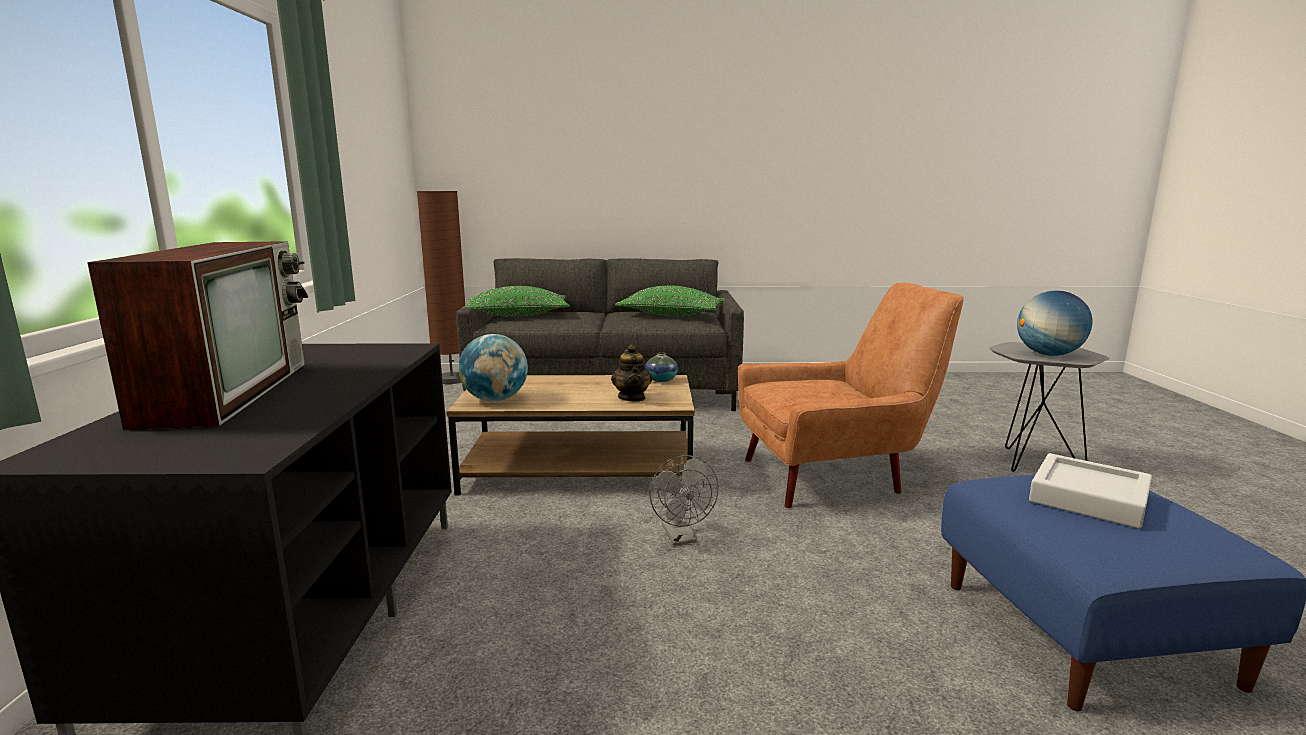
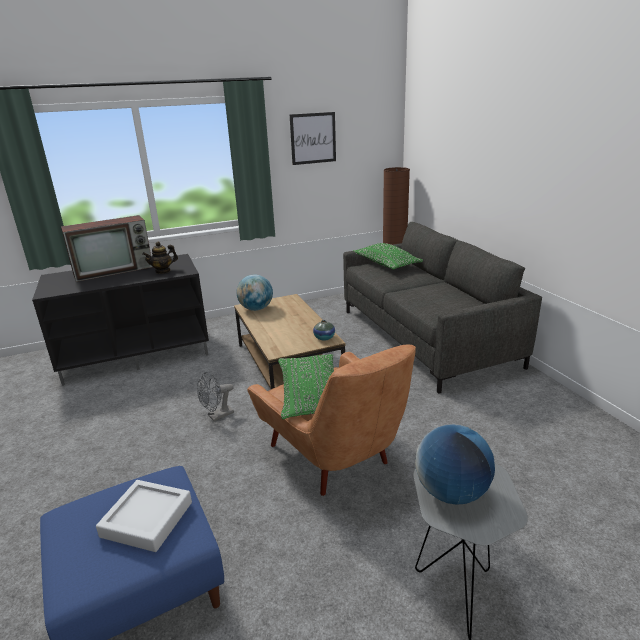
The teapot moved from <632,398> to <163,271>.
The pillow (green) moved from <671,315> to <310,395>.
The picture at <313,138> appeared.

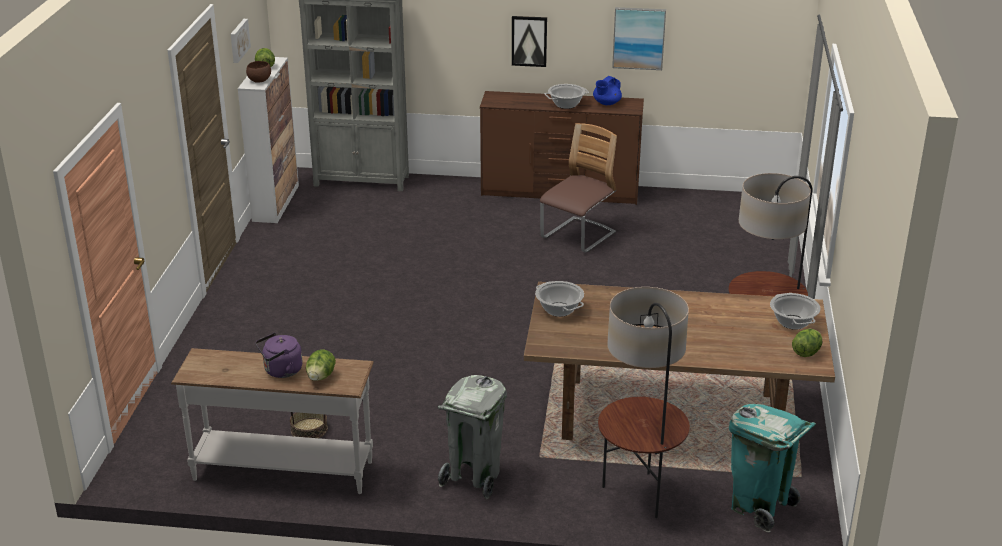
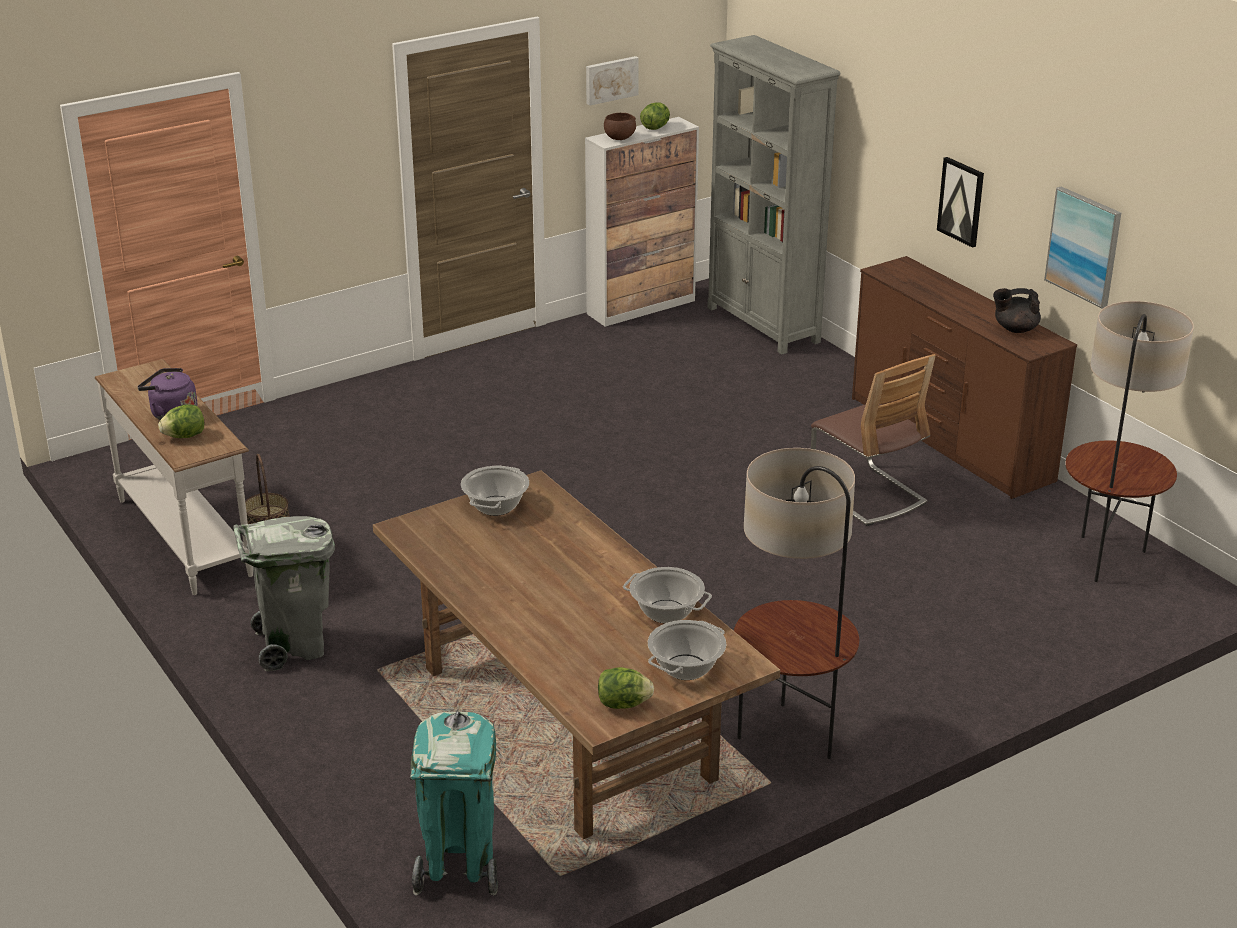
The chair at <578,236> turned 60 degrees clockwise.
The cooking pot moved from <566,104> to <667,612>.
The teapot (blue) at <606,103> became the teapot (black) at <1014,329>.
The floor lamp moved from <638,496> to <1105,560>.

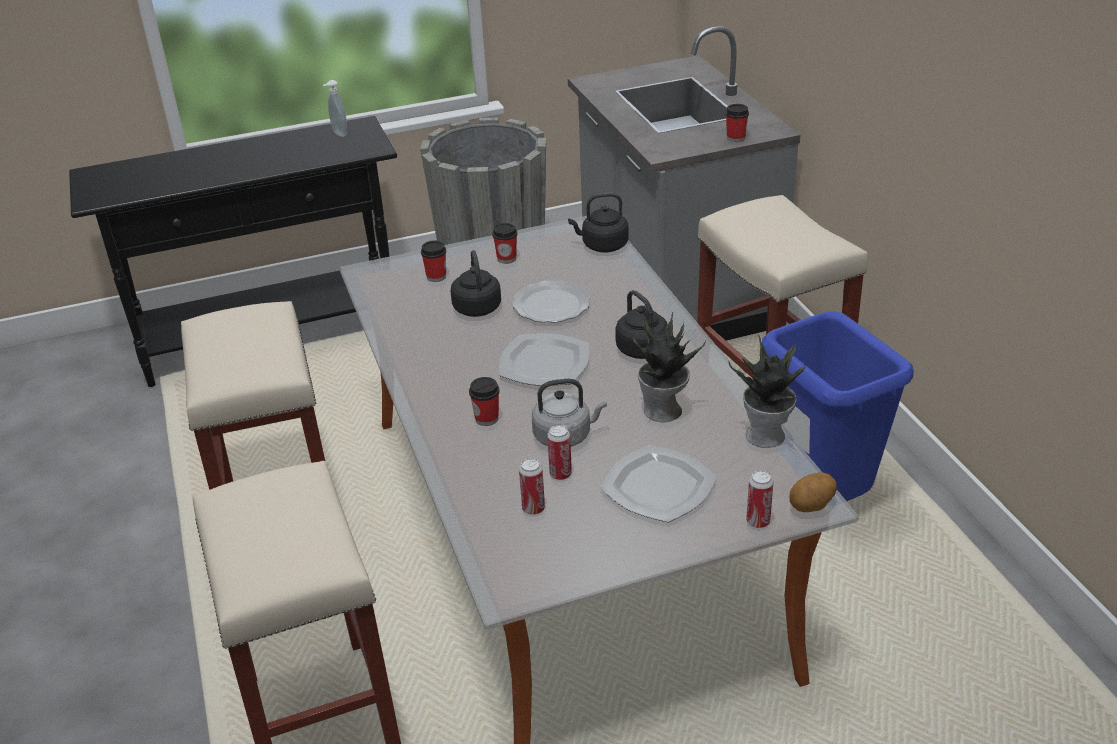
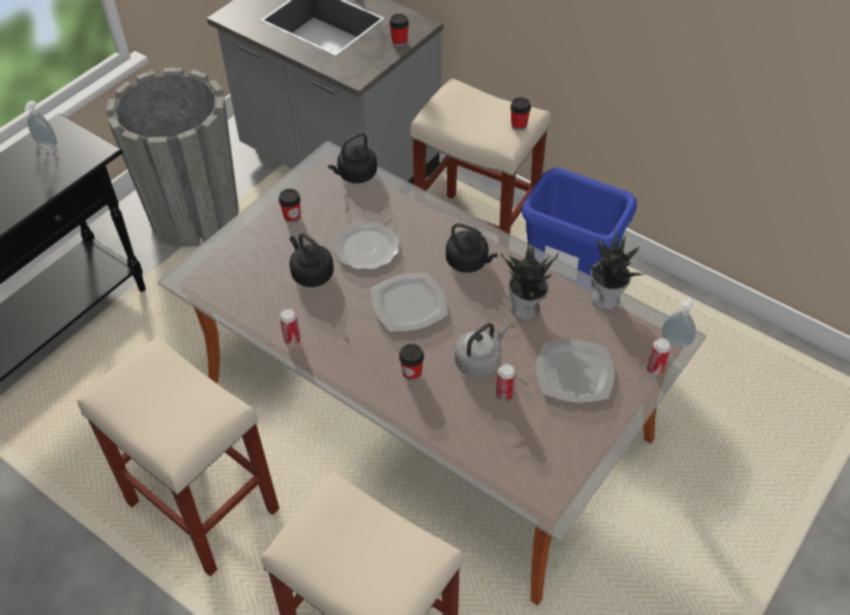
The cup moved from <436,277> to <519,125>.
The can moved from <533,508> to <292,340>.
The potato at <812,506> was replaced by the soap dispenser at <675,341>.

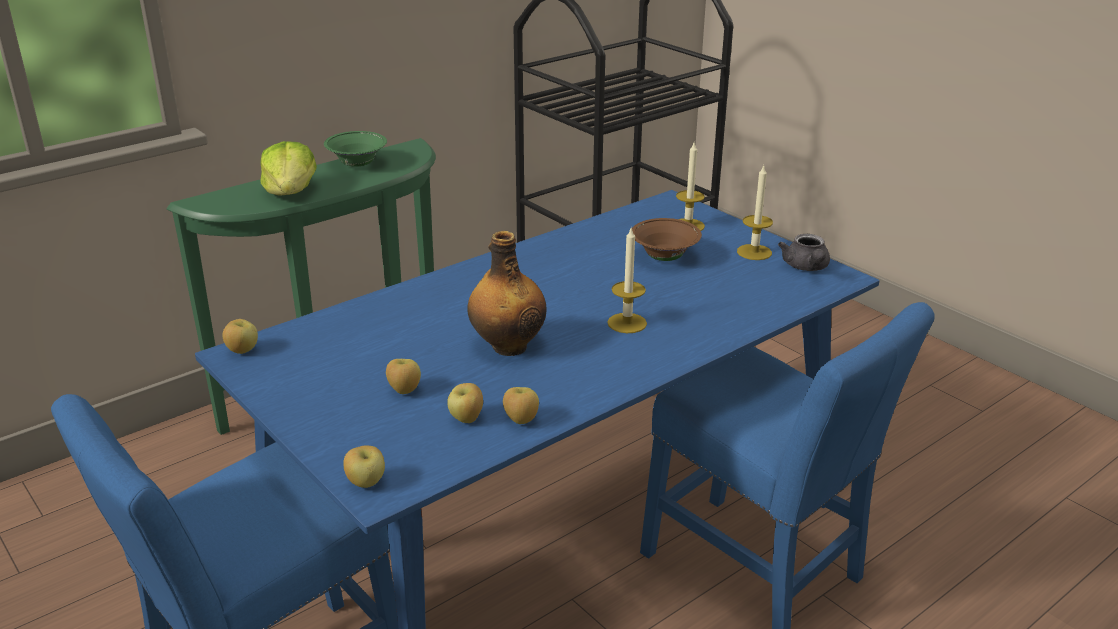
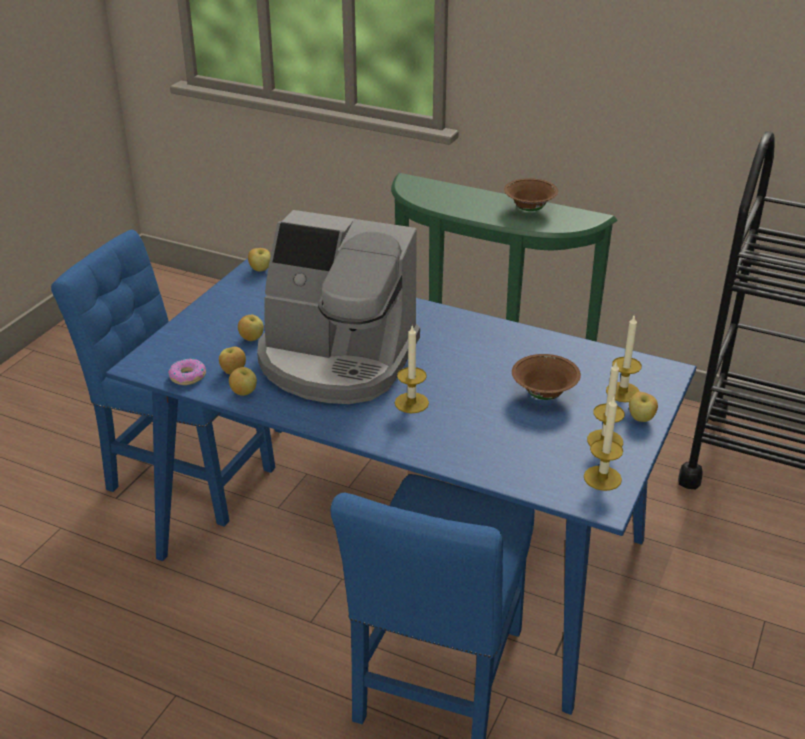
The lettuce at <291,192> disappeared.
The bowl (green) at <357,164> became the bowl (brown) at <529,208>.
The apple moved from <366,483> to <641,419>.
The bottle at <508,346> was replaced by the coffee machine at <336,360>.
The teapot (grey) at <806,267> was replaced by the candle at <602,478>.
The donut at <188,377> appeared.

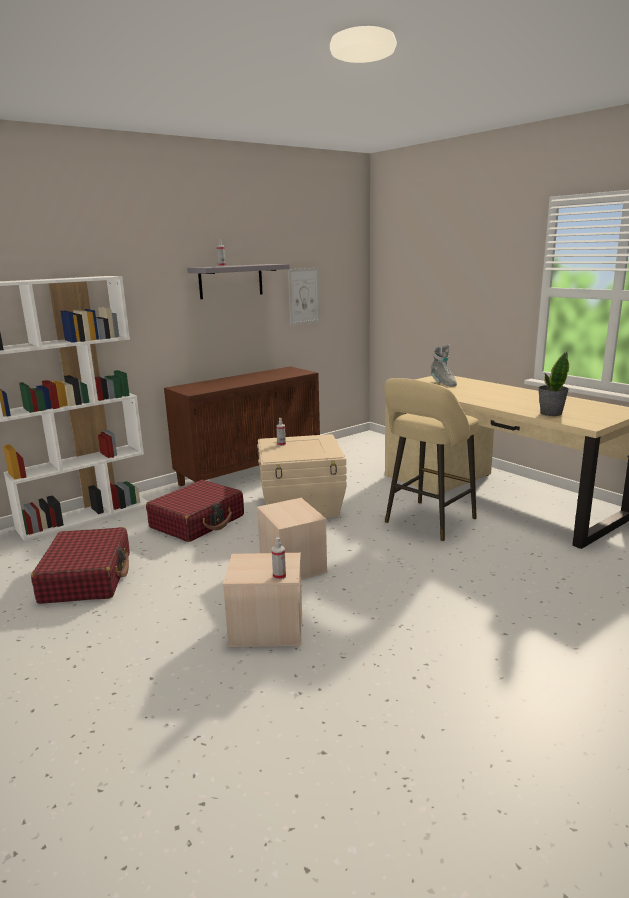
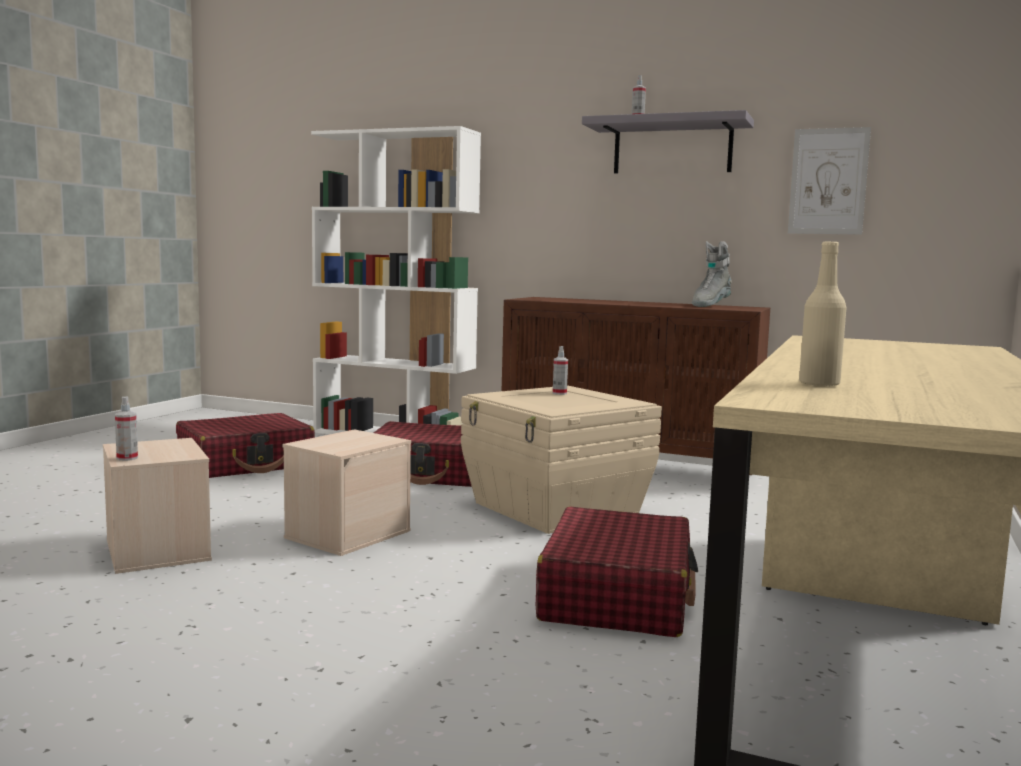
The stool (beige) at <427,522> was replaced by the suitcase (red) at <617,596>.
The boot (grey) moved from <443,383> to <709,306>.
The potted plant at <550,413> was replaced by the bottle (beige) at <819,384>.

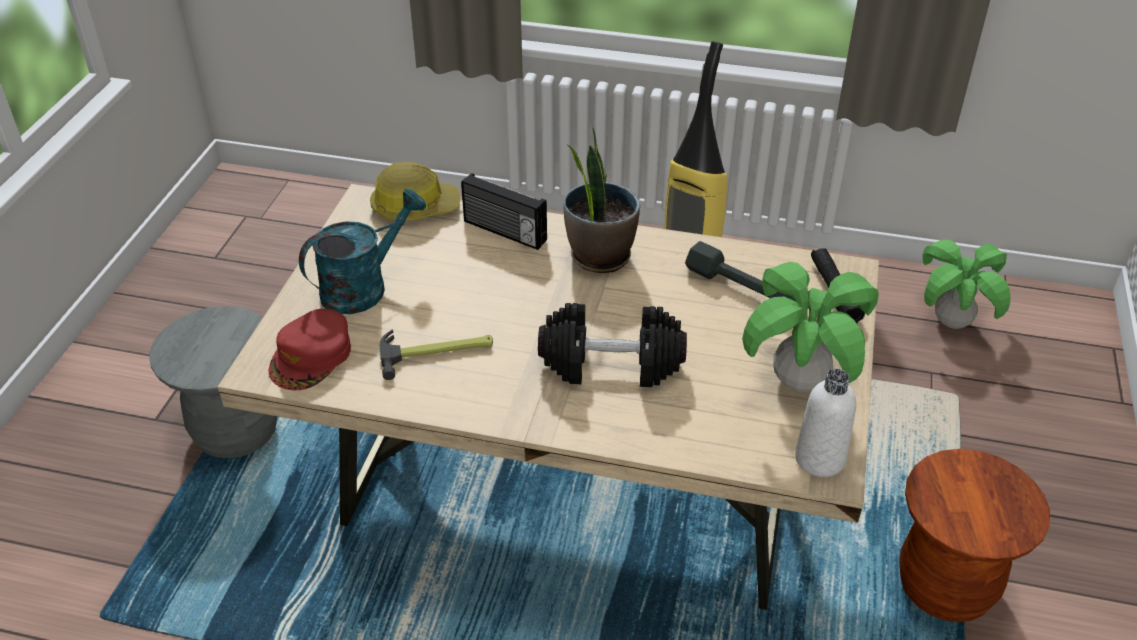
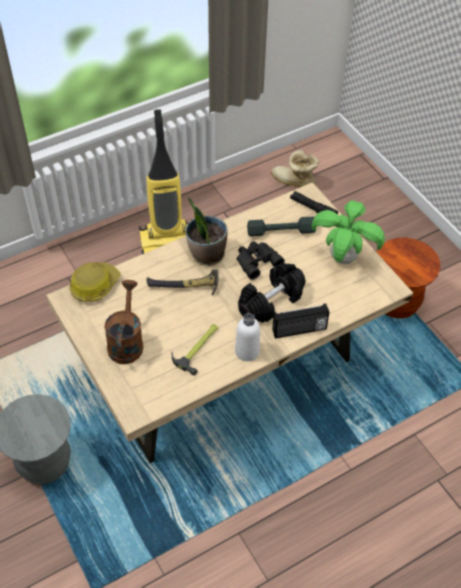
The cap (red) at <311,357> disappeared.
The watering can (turquoise) at <364,287> became the watering can (brown) at <126,341>.
The radio moved from <504,232> to <299,330>.
The bottle (white) moved from <819,459> to <247,351>.
The potted plant at <952,322> was replaced by the boot at <293,182>.
The hammer at <185,288> appeared.
The binoculars (black) at <256,261> appeared.

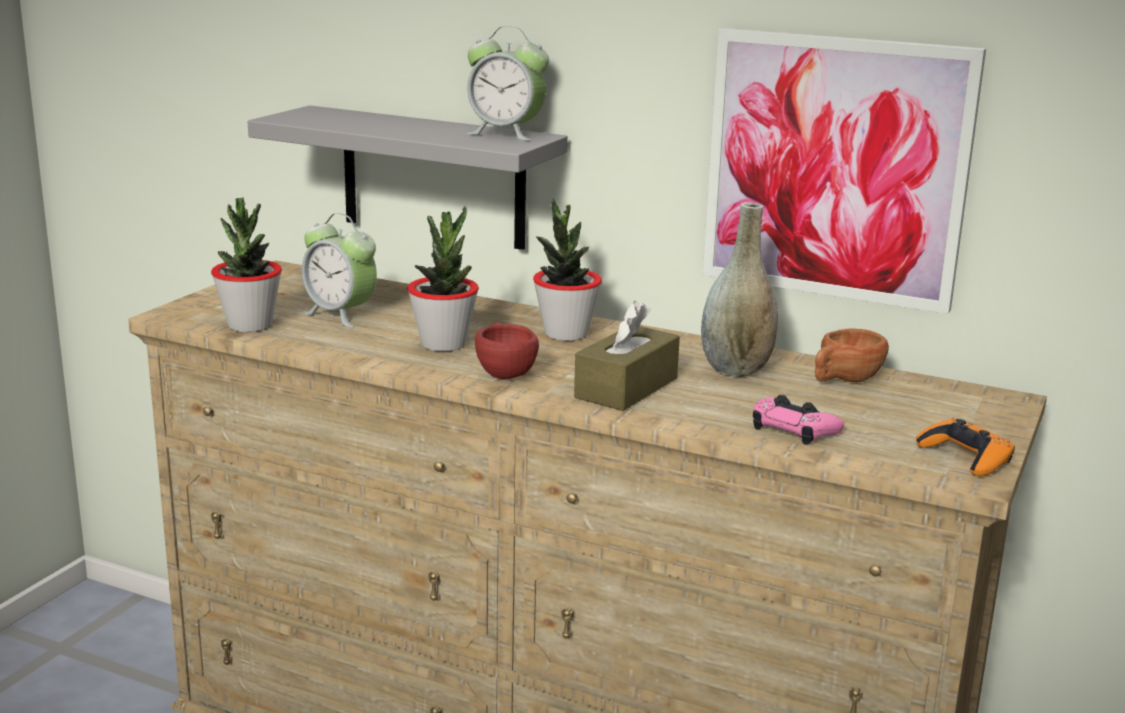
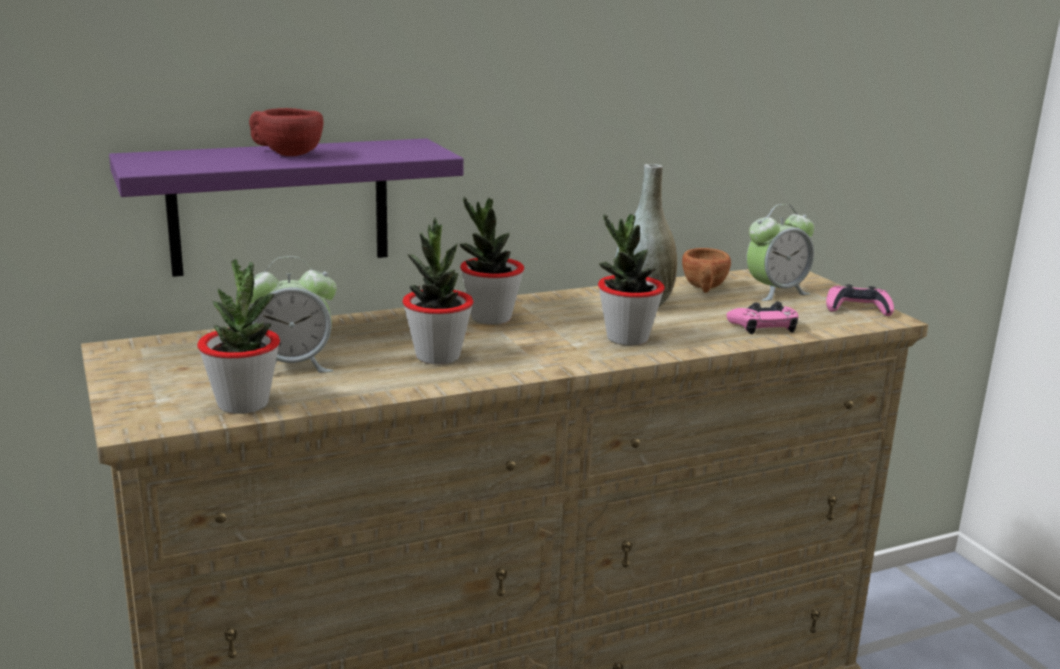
The shelf (grey) at <433,177> became the shelf (purple) at <280,206>.
The alarm clock moved from <506,133> to <775,292>.
The cup (red) moved from <503,372> to <284,153>.
The tissue box (brown) at <626,388> was replaced by the potted plant at <627,338>.
The picture at <836,168> disappeared.
The game controller (orange) at <965,457> became the game controller (pink) at <857,308>.

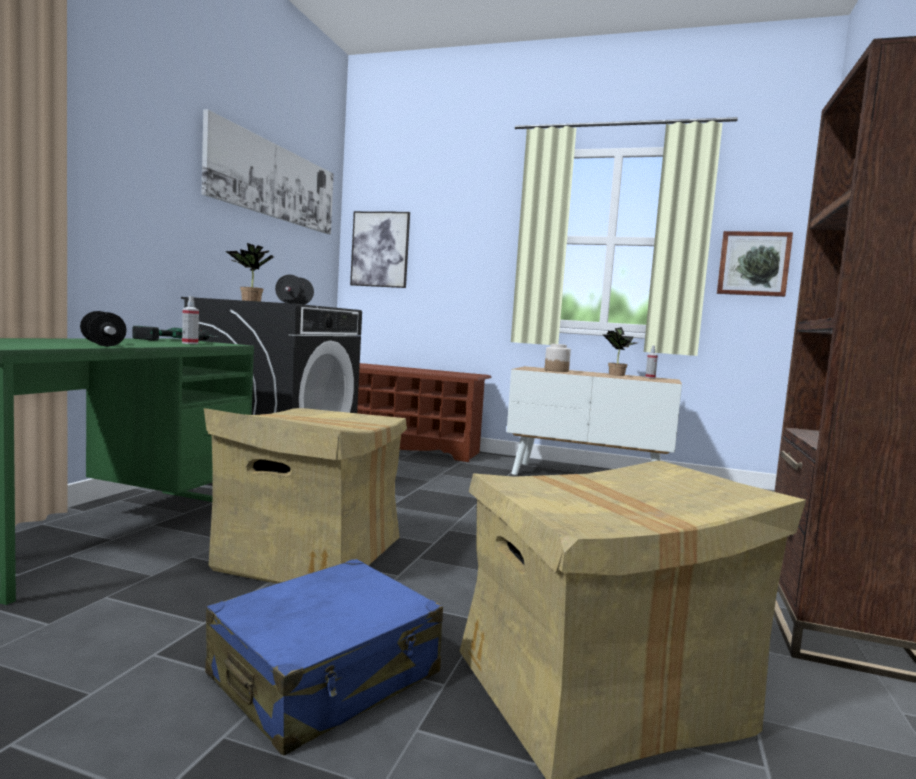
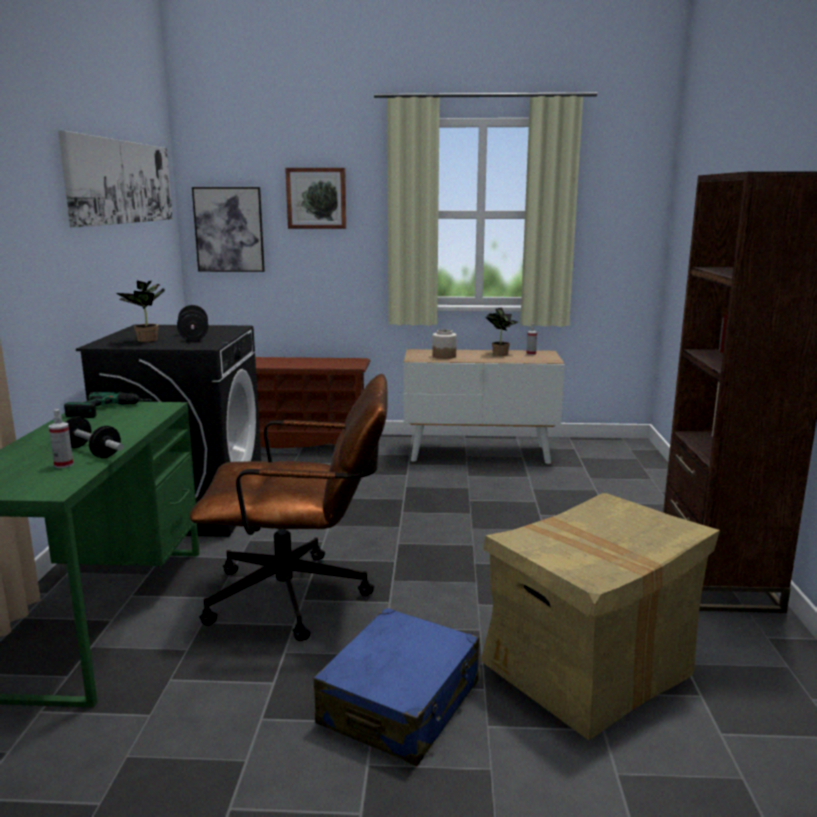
The spray bottle moved from <190,343> to <64,465>.
The cardboard box at <310,554> was replaced by the office chair (brown) at <302,597>.
The picture moved from <753,264> to <316,198>.

